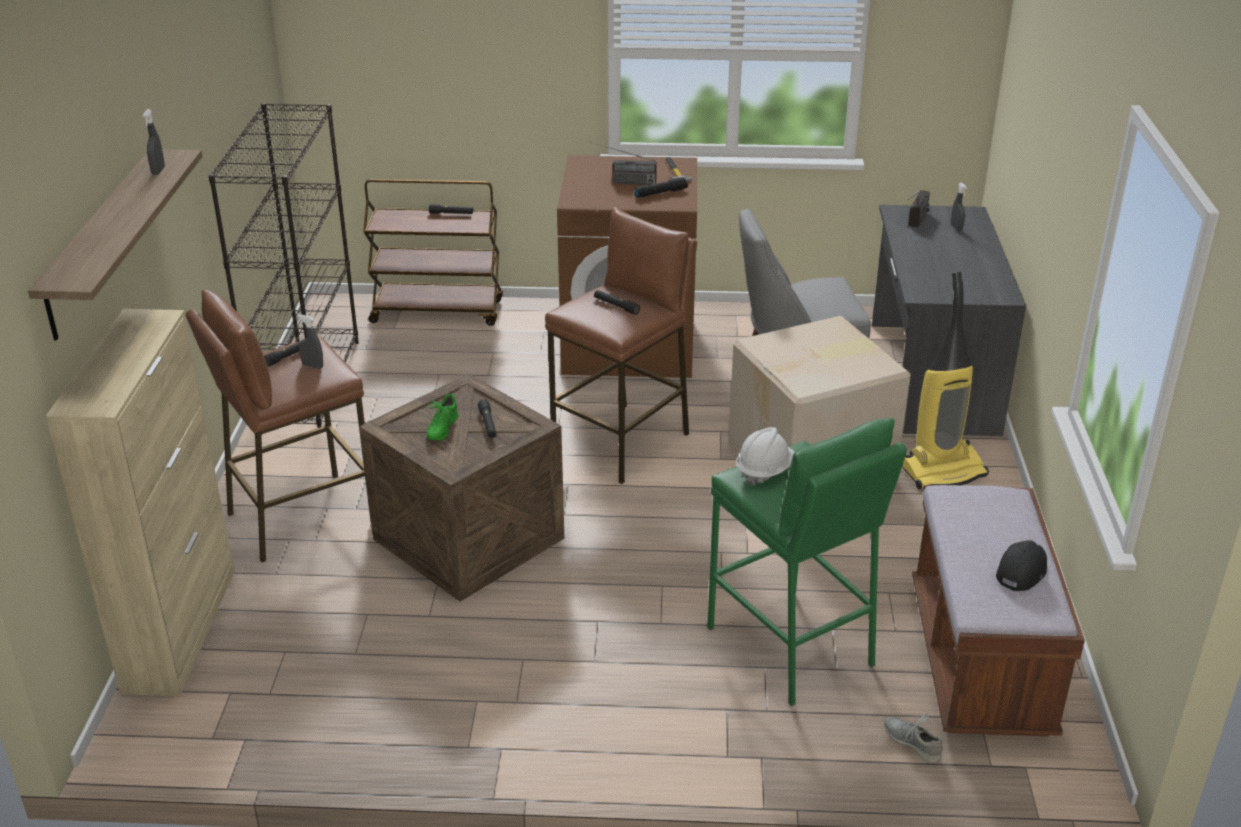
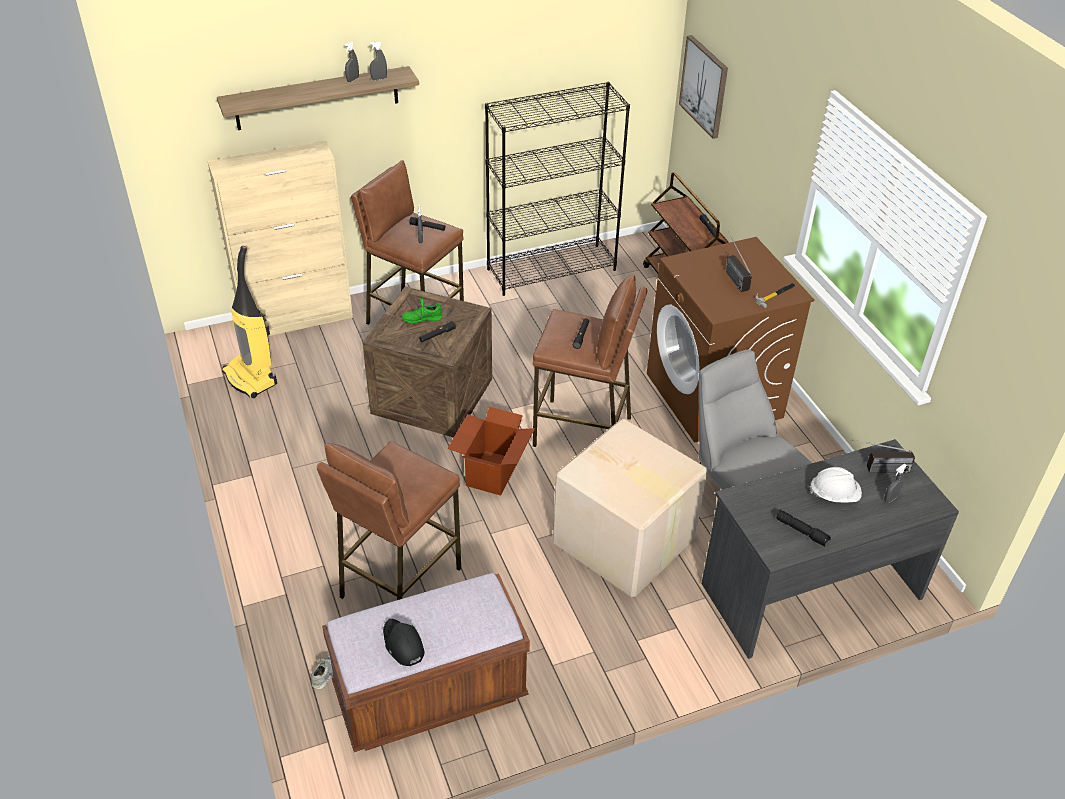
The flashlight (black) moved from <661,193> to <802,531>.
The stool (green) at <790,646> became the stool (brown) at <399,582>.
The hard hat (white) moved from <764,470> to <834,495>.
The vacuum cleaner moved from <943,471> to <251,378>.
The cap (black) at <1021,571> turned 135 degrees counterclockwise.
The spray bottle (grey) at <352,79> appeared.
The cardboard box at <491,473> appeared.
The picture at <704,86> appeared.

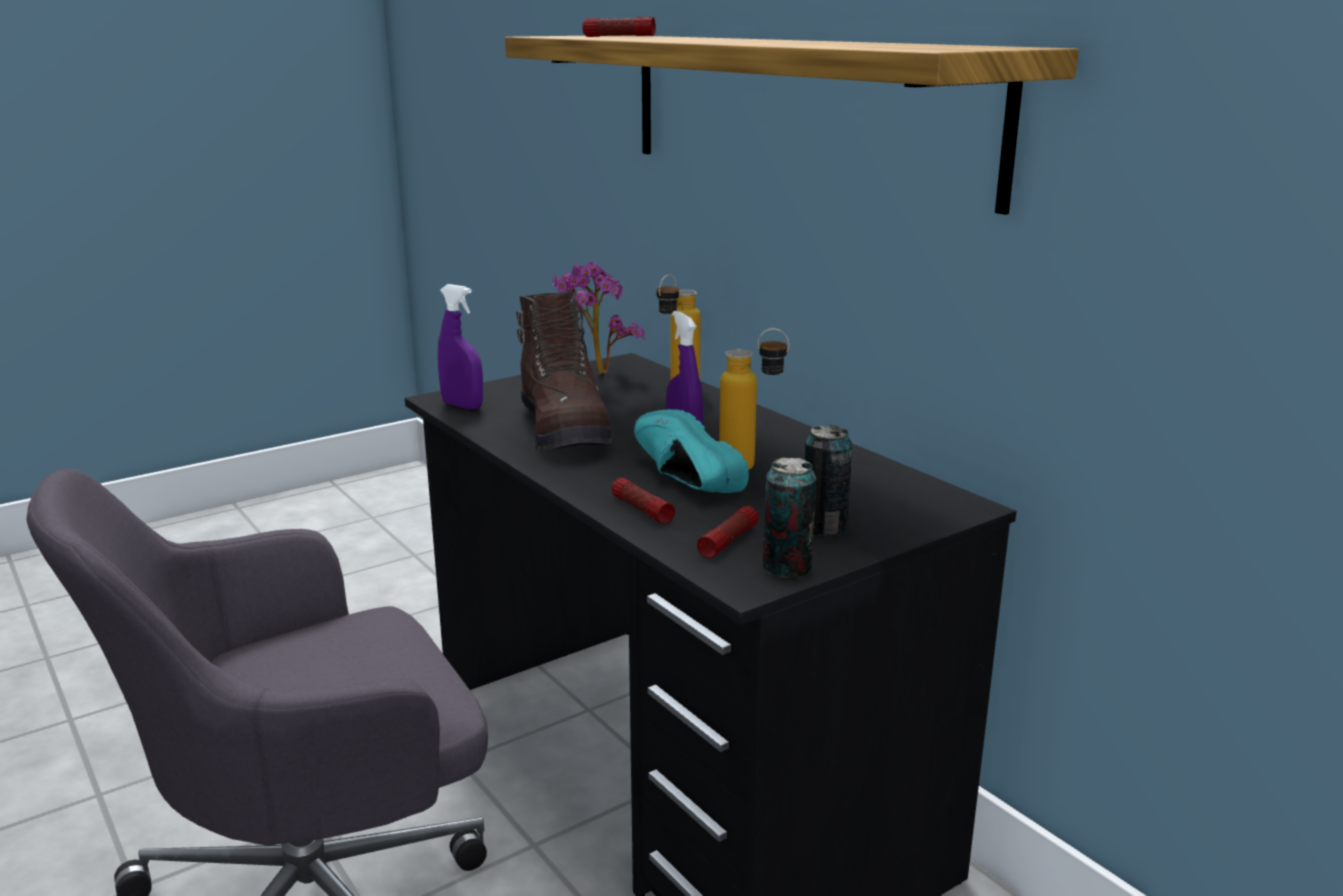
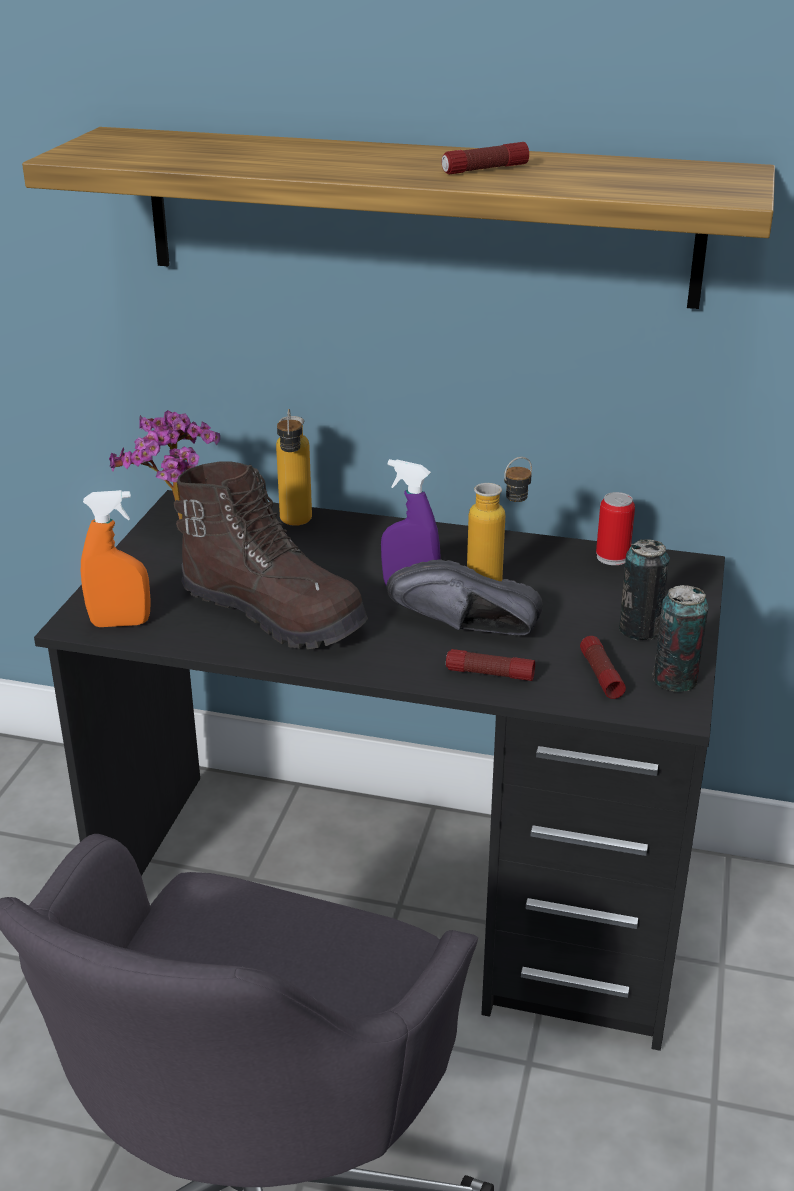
The spray bottle (purple) at <462,406> became the spray bottle (orange) at <120,623>.
The flashlight moved from <618,37> to <485,170>.
The shoe (turquoise) at <678,480> became the shoe (black) at <464,629>.
The can at <612,557> appeared.

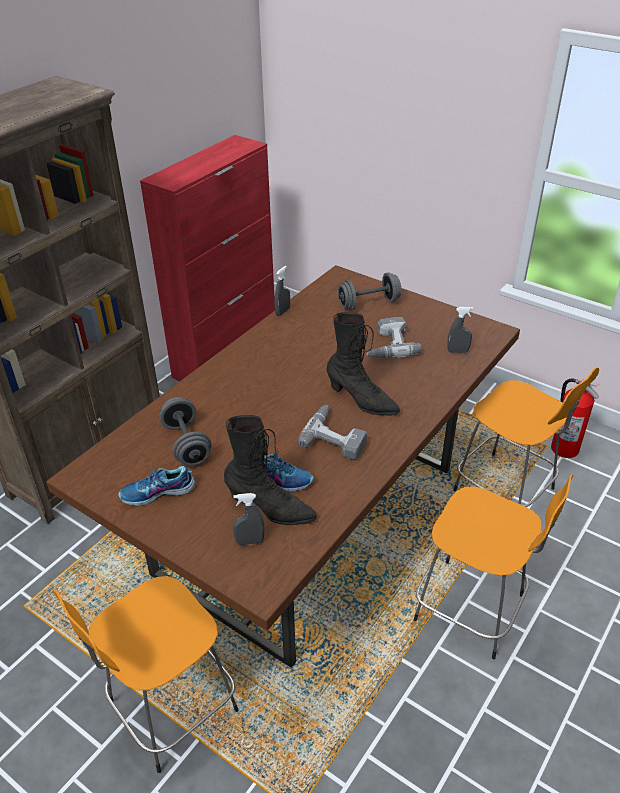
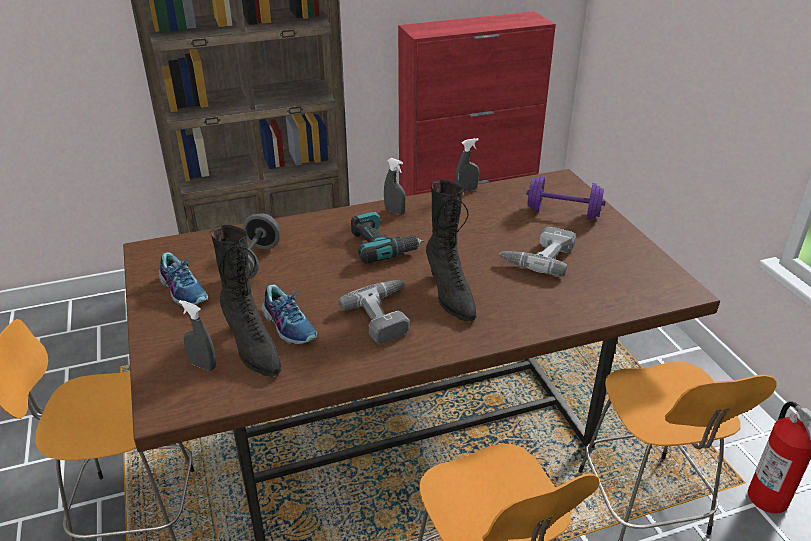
The shoe at <158,493> turned 150 degrees counterclockwise.
The dumbbell (grey) at <369,304> became the dumbbell (purple) at <563,213>.
The spray bottle (grey) moved from <457,351> to <394,211>.
The power drill at <382,246> appeared.

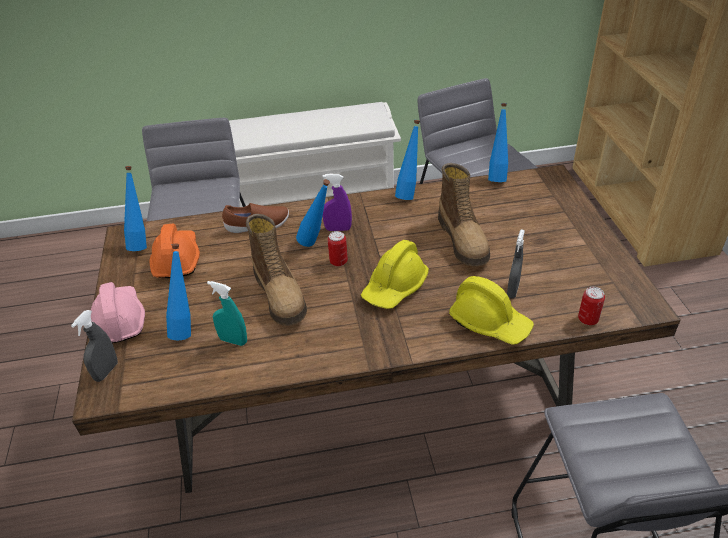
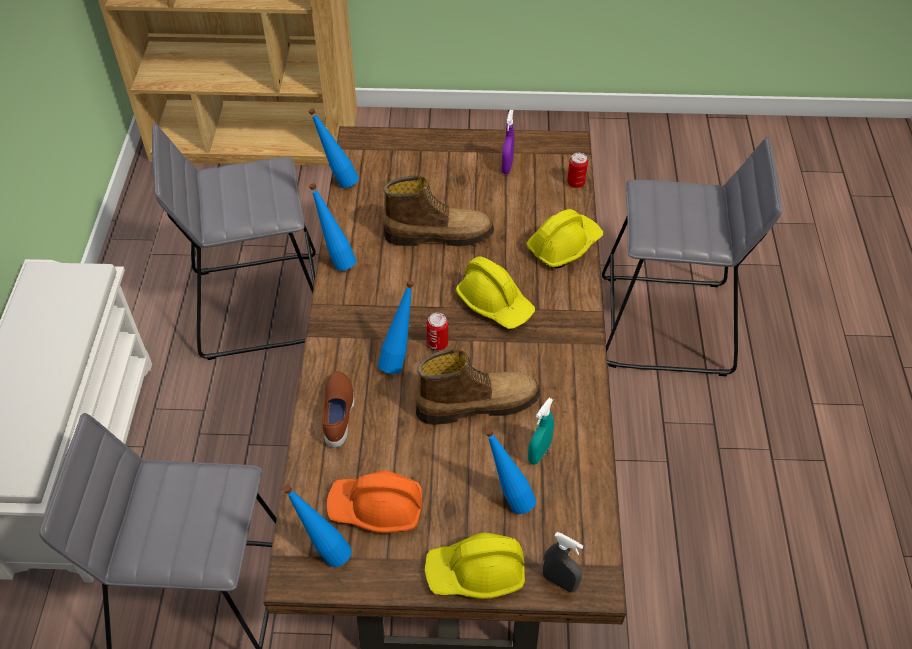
The hard hat (pink) at <119,320> became the hard hat (yellow) at <476,572>.
The spray bottle (purple) moved from <338,229> to <507,167>.
The spray bottle (grey) at <512,290> disappeared.

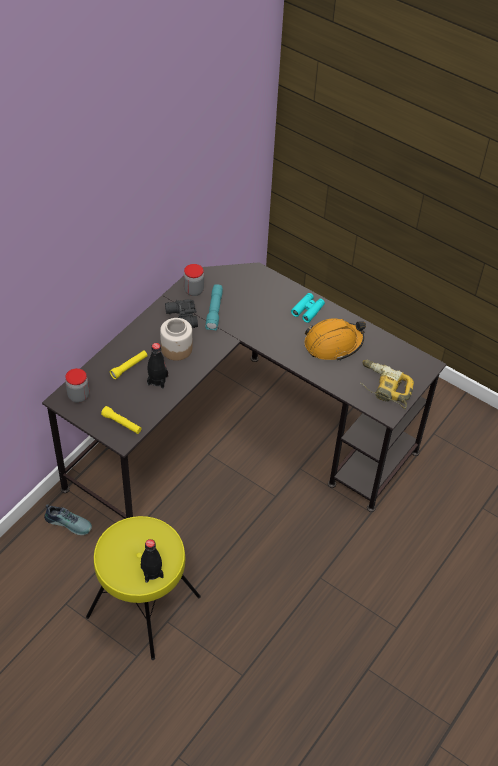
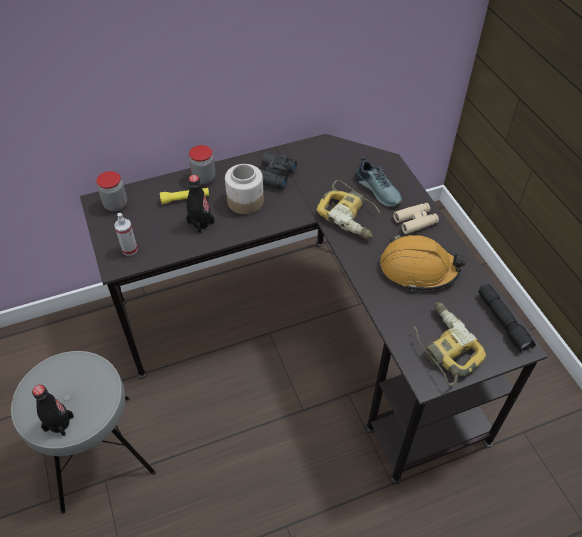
The shoe moved from <69,522> to <379,189>.
The stool (yellow) at <143,606> became the stool (grey) at <97,451>.
The flashlight (yellow) at <122,423> was replaced by the spray bottle at <129,249>.
The jar moved from <193,290> to <204,178>.
The flashlight (turquoise) at <215,312> disappeared.
The binoculars (turquoise) at <308,310> became the binoculars (beige) at <415,221>.
The power drill at <350,215> appeared.
The flashlight (black) at <503,322> appeared.

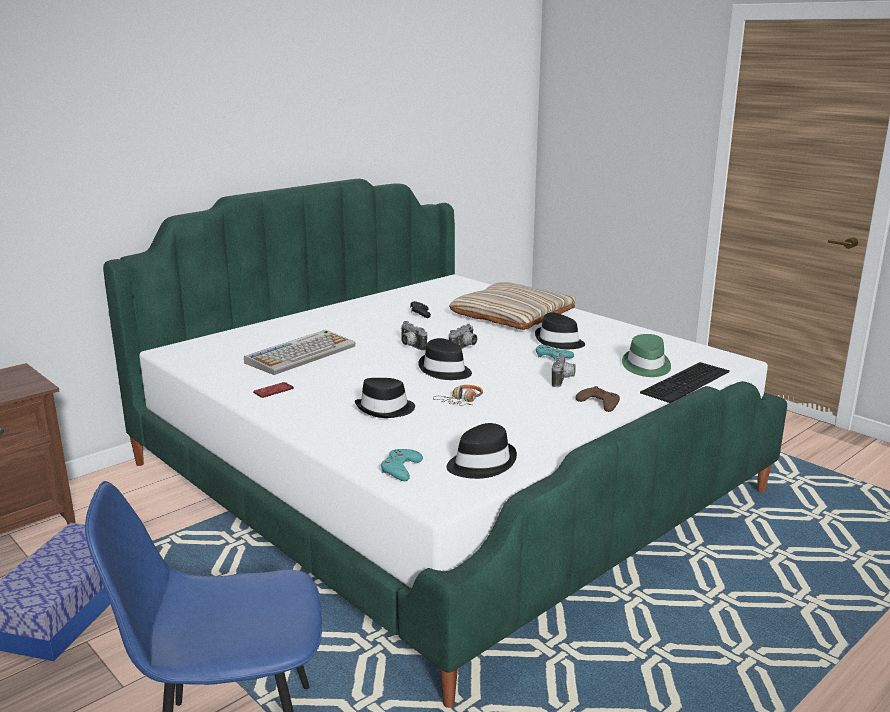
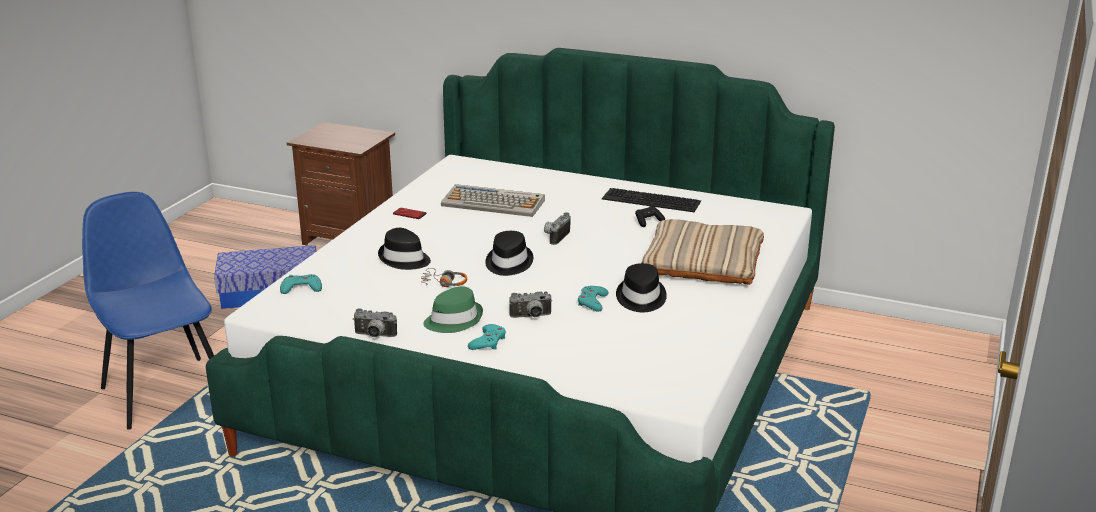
The hat (black) at <481,463> disappeared.
The photo camera moved from <465,348> to <374,336>.
The game controller (brown) at <599,403> became the game controller (turquoise) at <488,342>.
The hat (green) moved from <646,366> to <453,320>.
The keyboard moved from <687,383> to <649,201>.

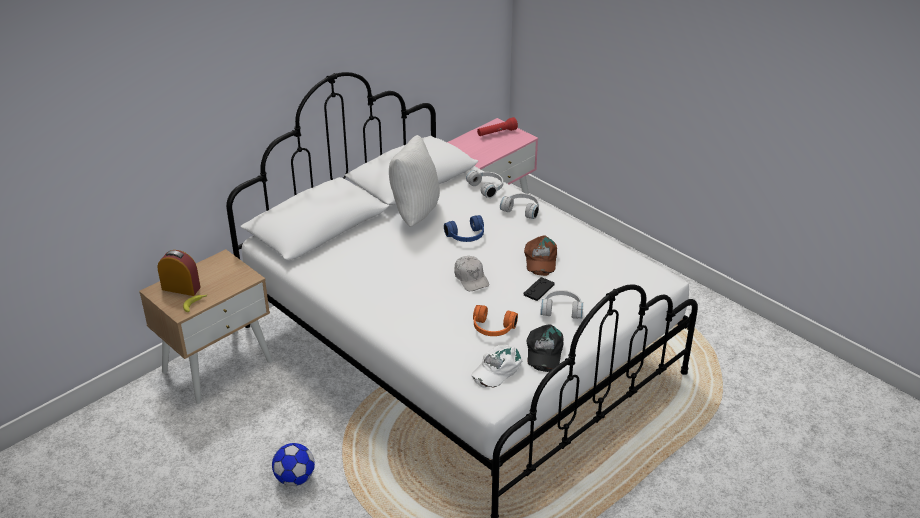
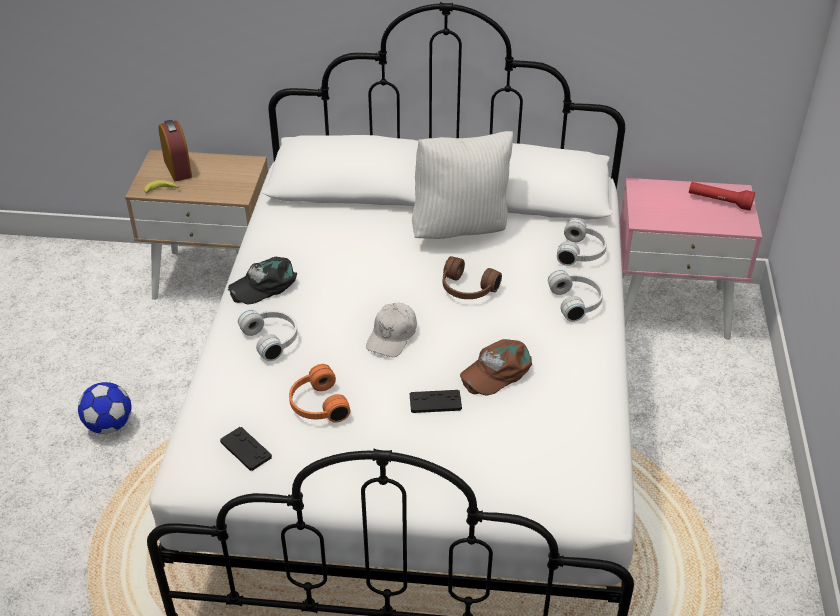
The headphones (blue) at <466,236> became the headphones (brown) at <466,289>.
The cap (white) at <496,369> was replaced by the game controller (black) at <246,449>.
The cap (black) moved from <543,351> to <264,284>.
The headphones (white) moved from <562,309> to <273,339>.

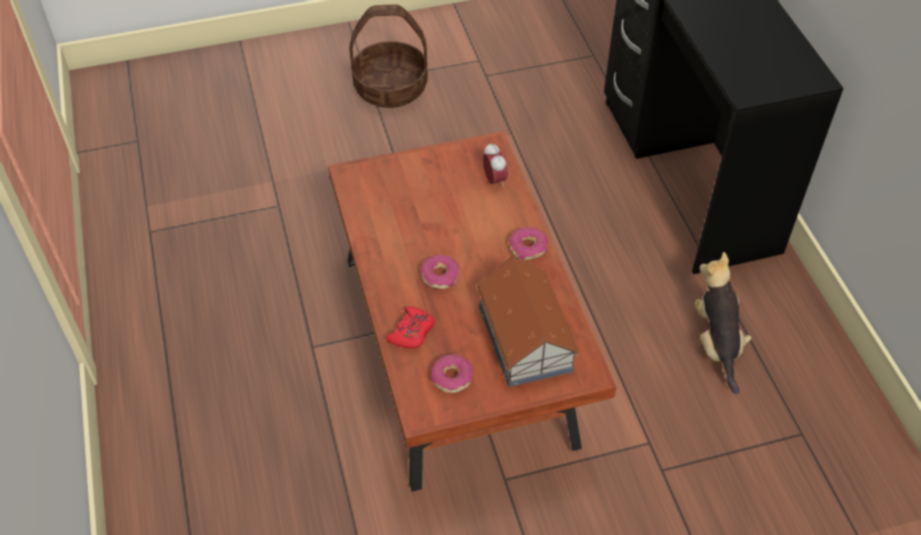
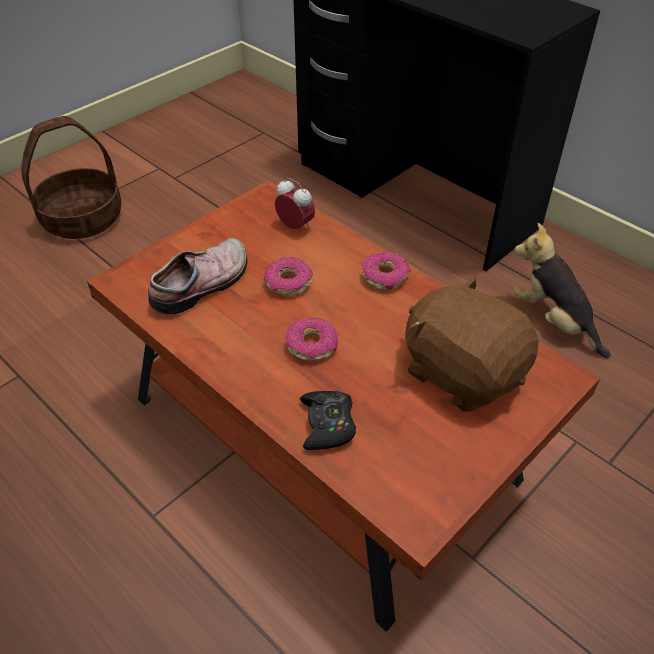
The game controller (red) at <412,332> became the game controller (black) at <327,424>.
The donut moved from <451,377> to <288,283>.
The toy house at <524,339> was replaced by the plush toy (brown) at <462,372>.
The shoe at <204,285> appeared.

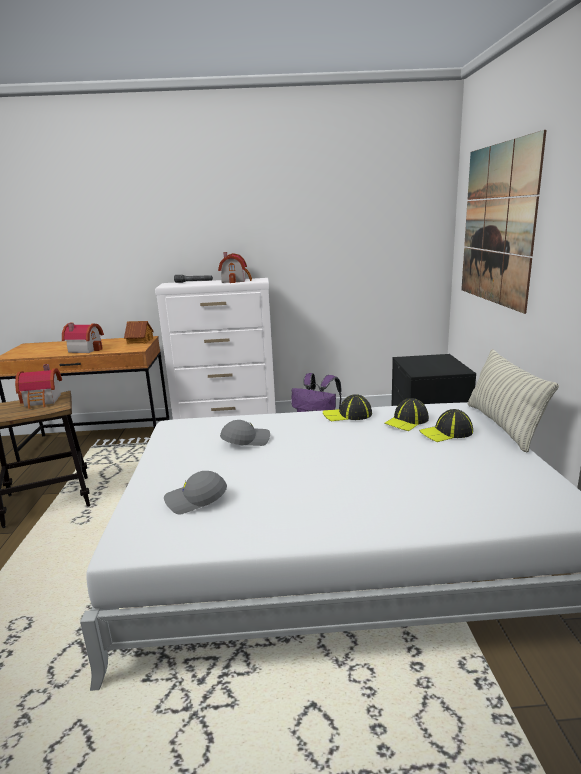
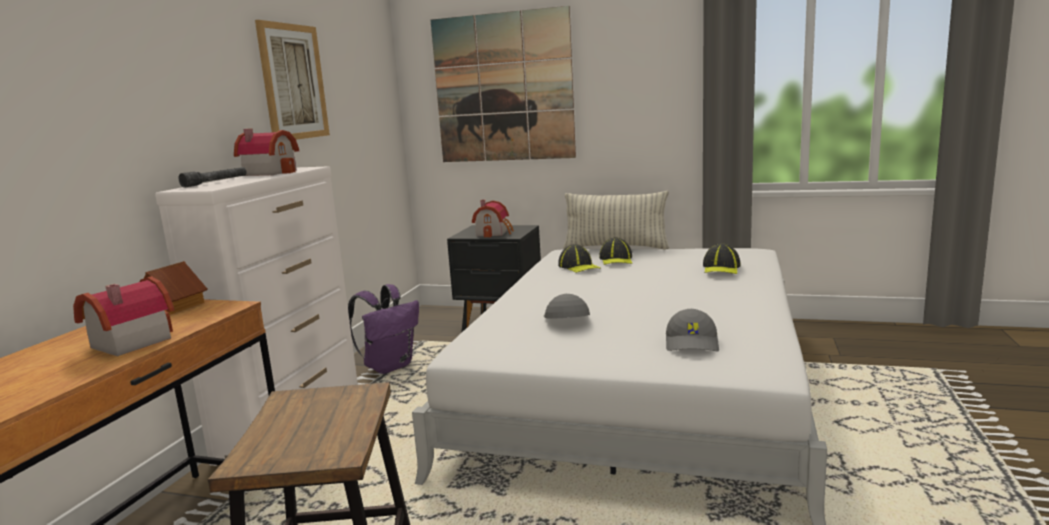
The toy house moved from <43,401> to <494,233>.
The cap moved from <347,415> to <721,268>.
The picture at <293,82> appeared.

